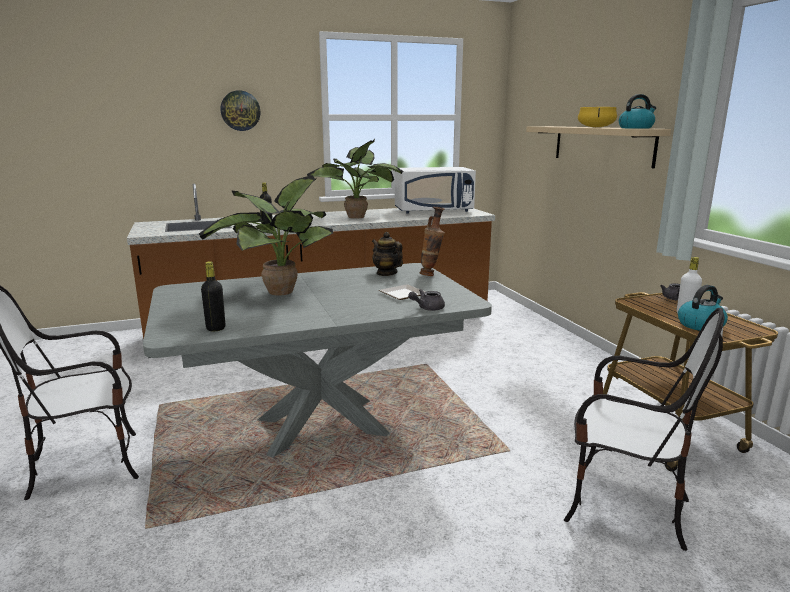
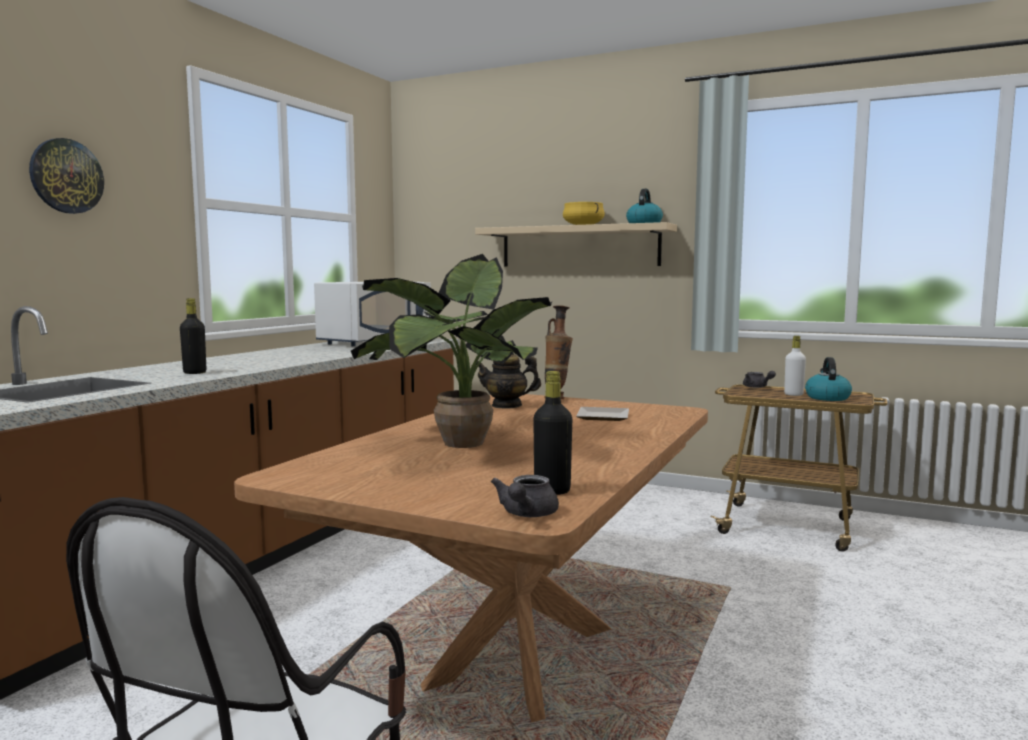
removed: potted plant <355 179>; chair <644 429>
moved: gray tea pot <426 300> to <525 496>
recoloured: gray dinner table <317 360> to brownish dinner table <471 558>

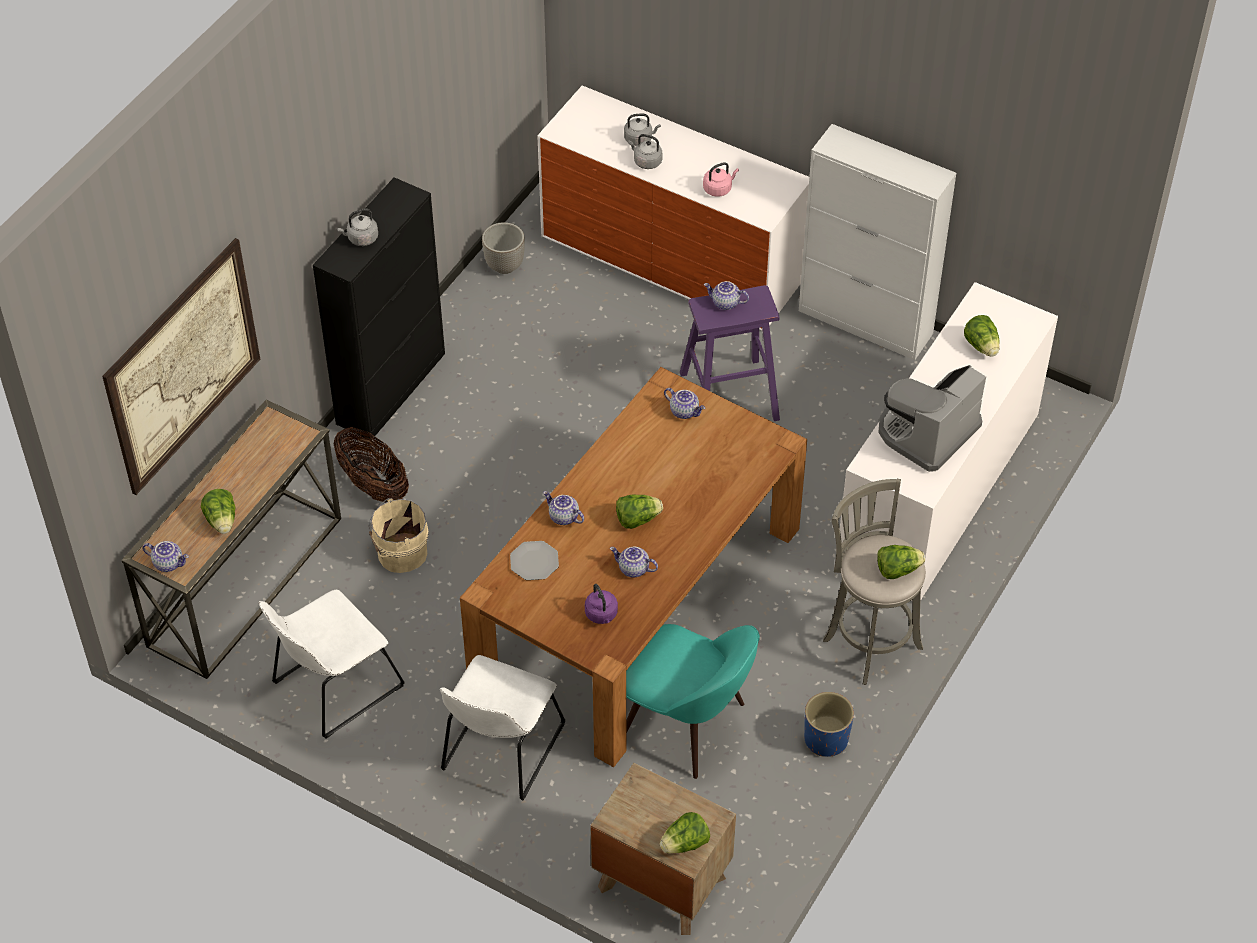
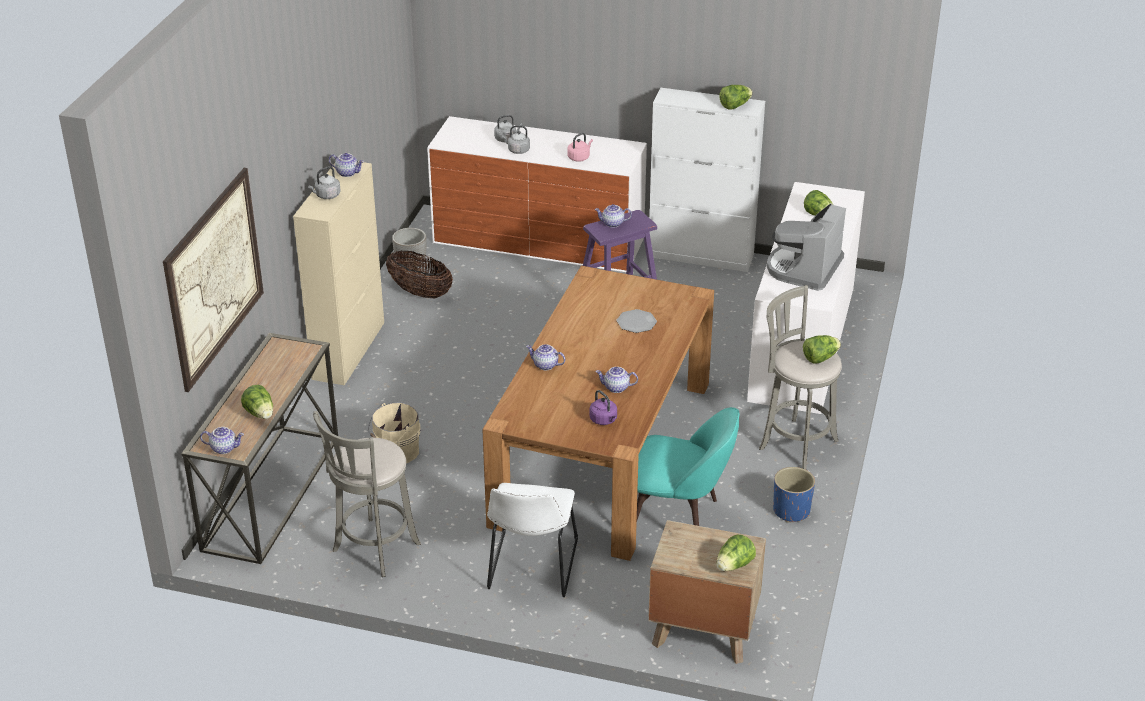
moved: tea pot <684 403> to <346 165>; basket <371 465> to <419 275>; lettuce head <639 511> to <736 97>; dinner plate <534 560> to <637 321>
replaced: white-coloured chair <332 664> to gray sitting stool <367 494>
recoloured: blackish cabinet <379 308> to beige cabinet <338 274>

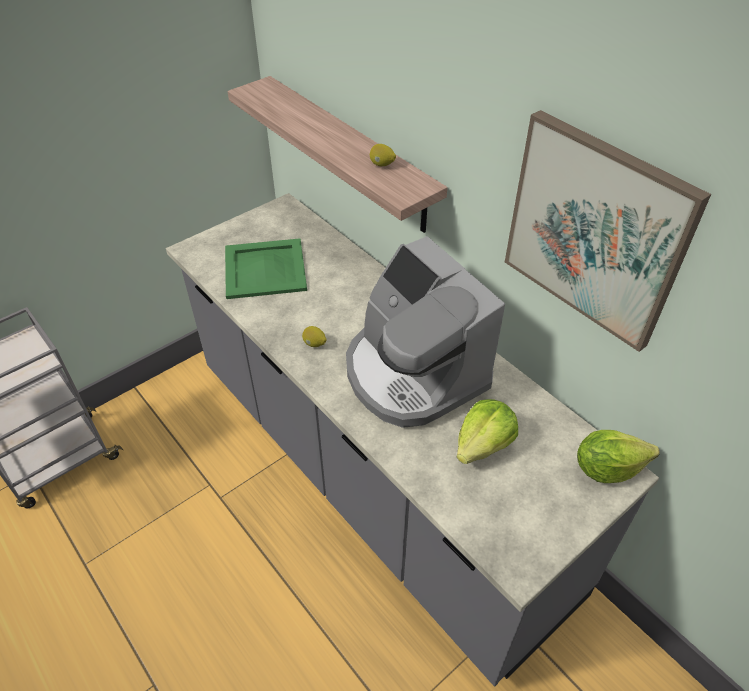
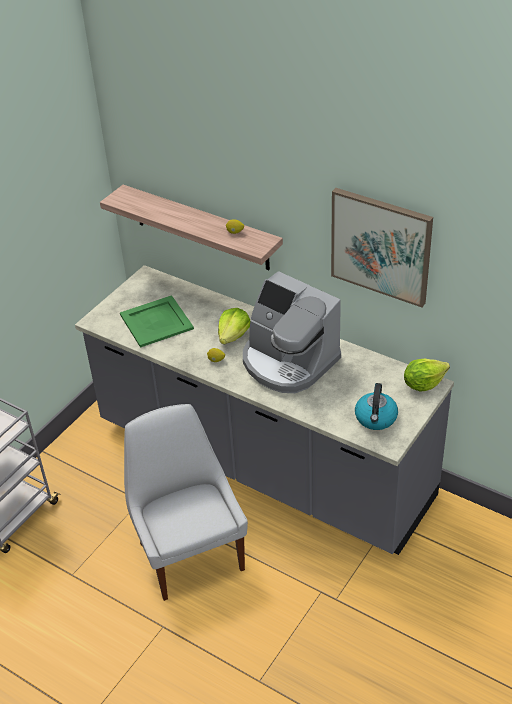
added: kettle <376 406>; white-coloured chair <186 502>
moved: lettuce head <487 431> to <234 326>

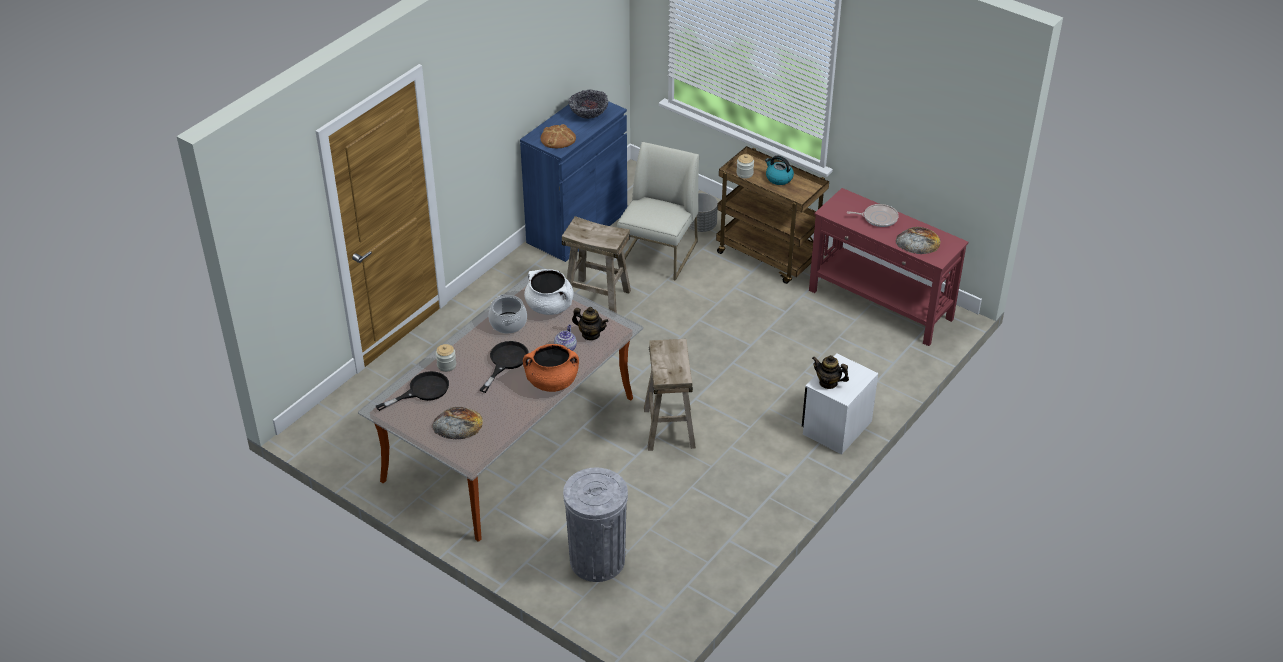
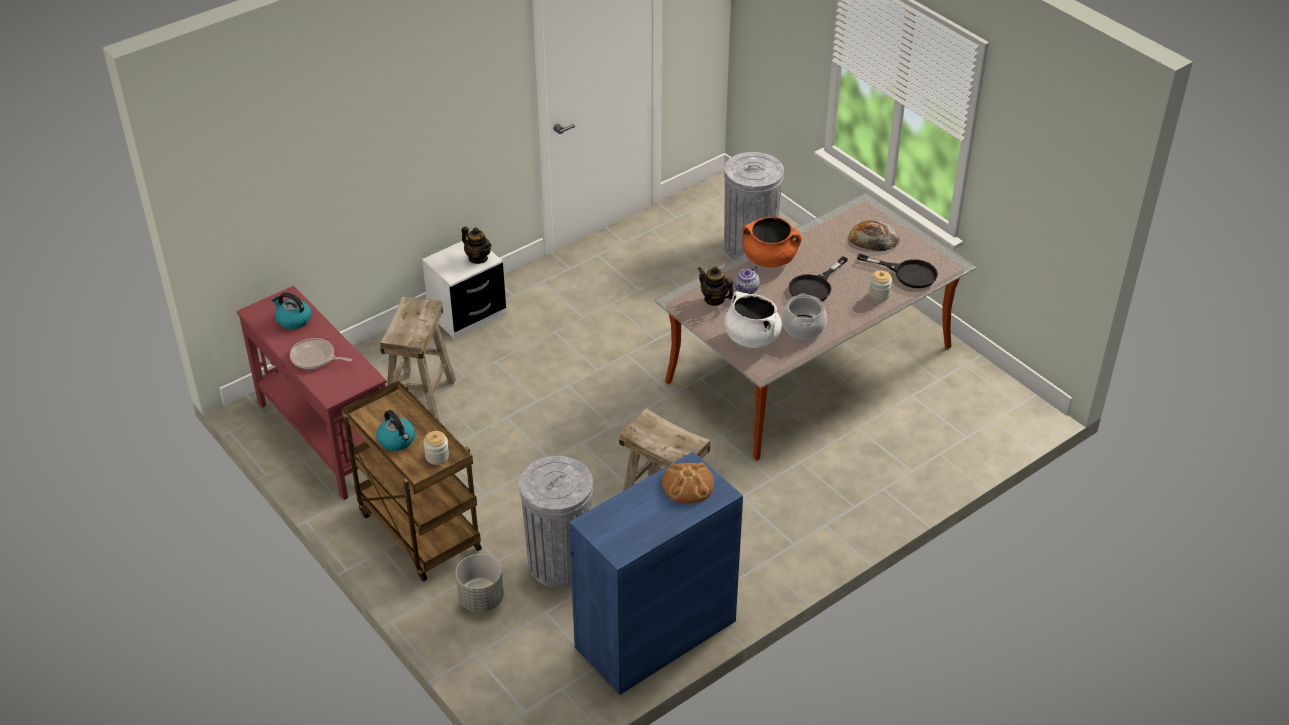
removed: bowl <588 104>
moved: beige sitting stool <670 395> to <418 358>
replaced: white-coloured chair <658 211> to gray rubbish bin <556 522>; bread <918 240> to kettle <291 310>
turned: blackish skillet <412 391> = <897 271> 135 degrees counterclockwise

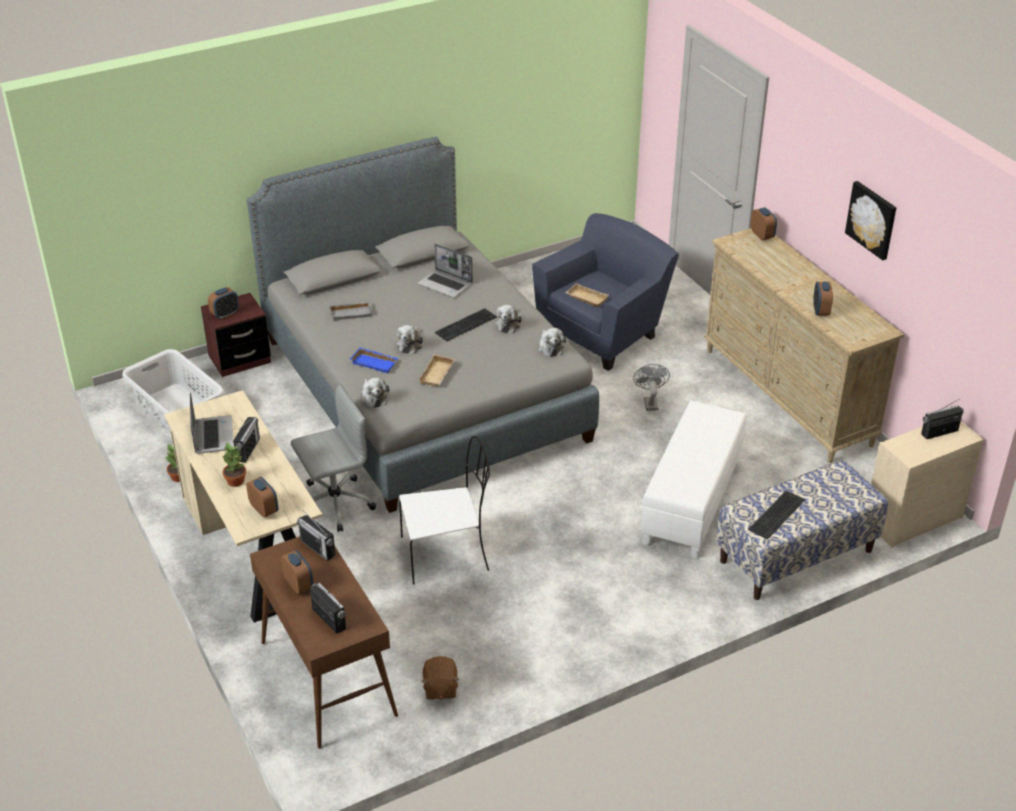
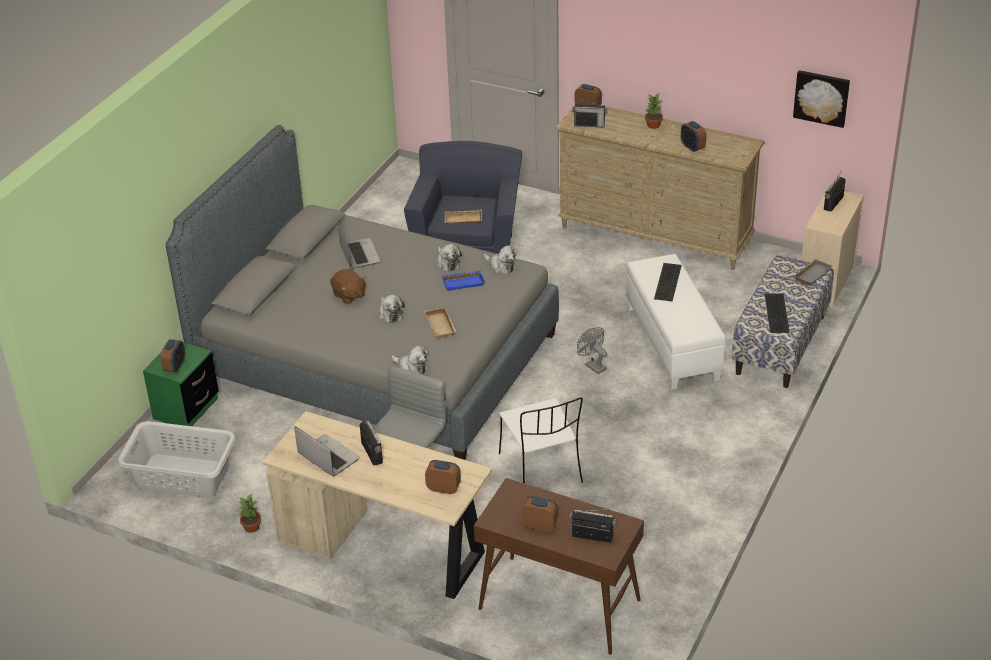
moved: wall art <870 220> to <821 99>; gray serving tray <351 311> to <813 272>; computer keyboard <466 324> to <668 282>; blue-coloured serving tray <374 360> to <463 281>; gray fan <651 387> to <592 350>; potted plant <234 464> to <654 111>; radio set <316 535> to <589 113>; brownish cuddly toy <440 678> to <348 286>
recoloured: brownish nightstand <236 335> to green nightstand <181 382>
turned: laptop <445 271> = <359 244> 105 degrees counterclockwise; white-coloured chair <444 510> = <541 440> 120 degrees clockwise

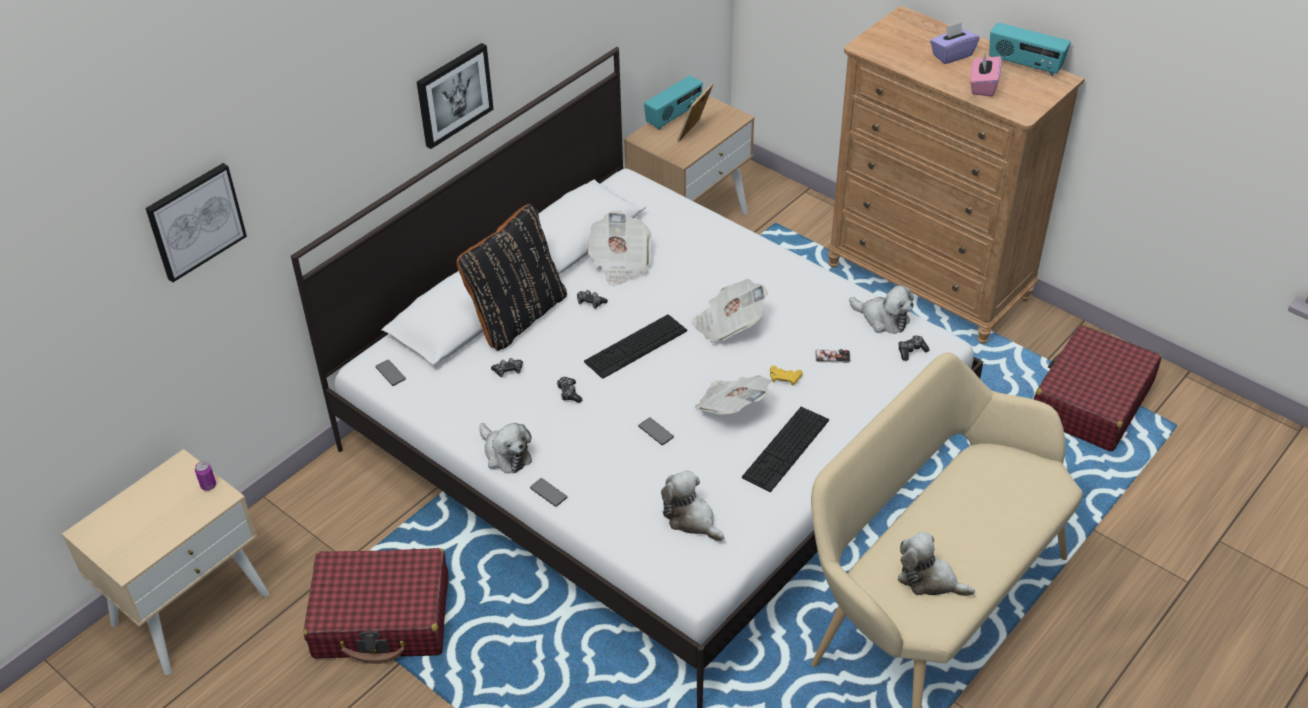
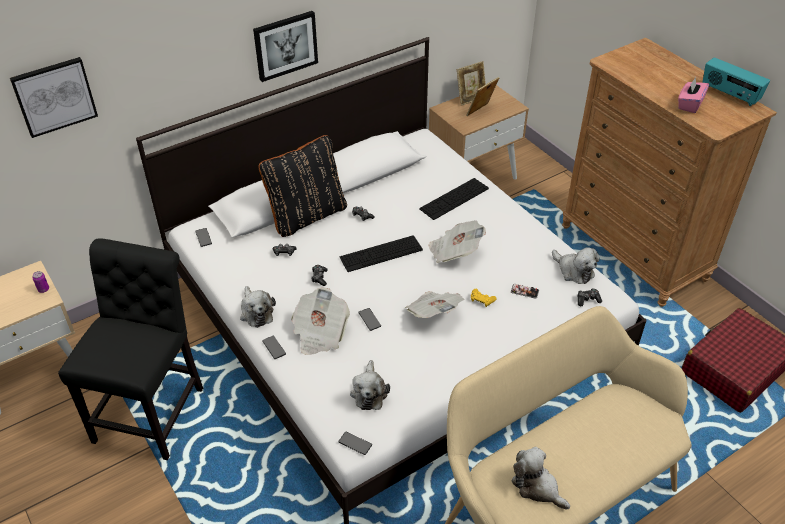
removed: purplish box of tissues <955 43>
added: phone <355 443>
moved: daily paper <618 248> to <320 321>; computer keyboard <785 449> to <454 199>
replaced: radio set <673 103> to standing frame <471 83>; red piece of luggage <375 606> to blackish chair <130 349>
turned: cuddly toy <692 505> = <370 385> 150 degrees counterclockwise

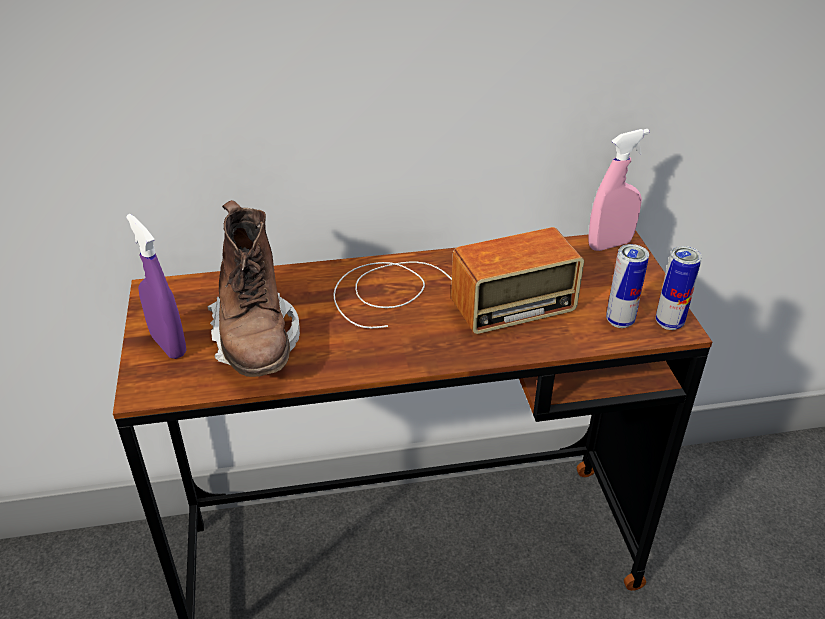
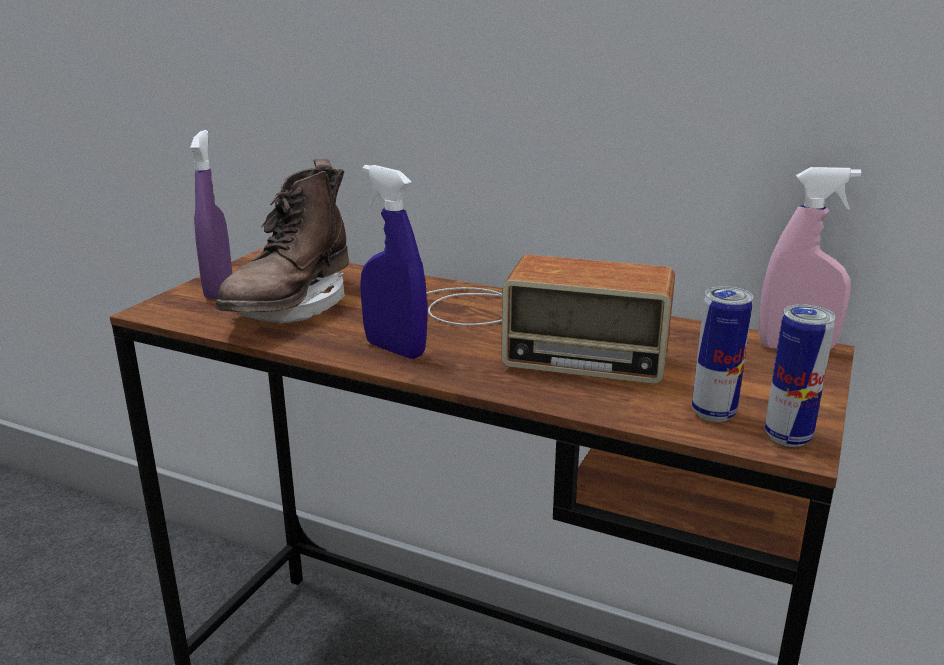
added: blue-coloured sprayer <394 262>

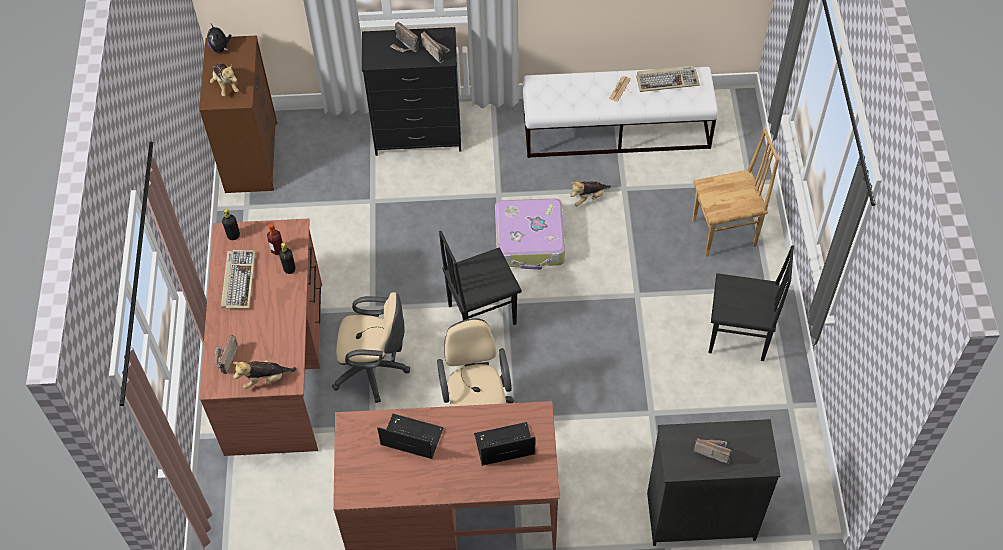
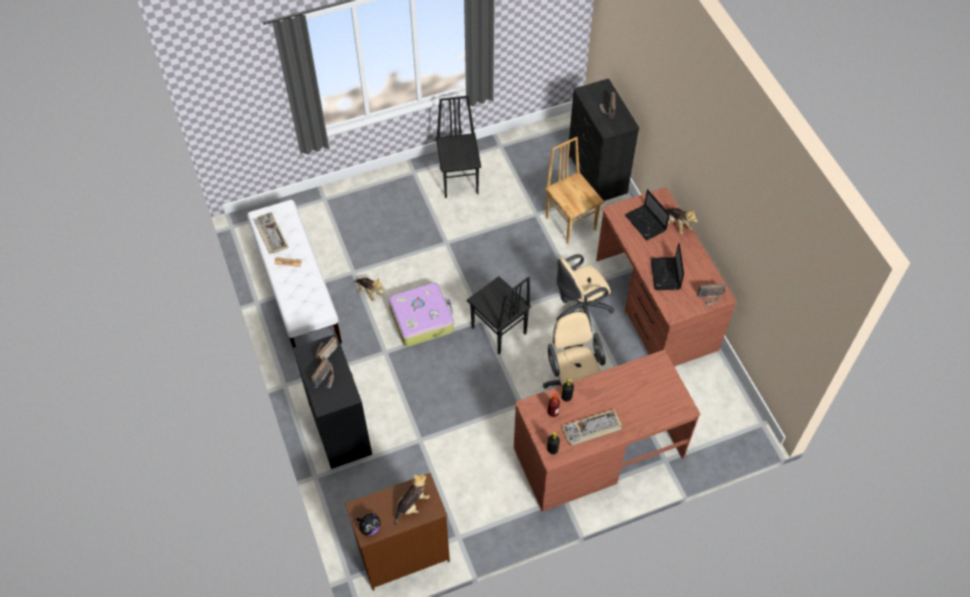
moved: brownish chair <735 193> to <574 190>; radio set <226 354> to <711 294>; cuddly toy <264 374> to <682 221>

